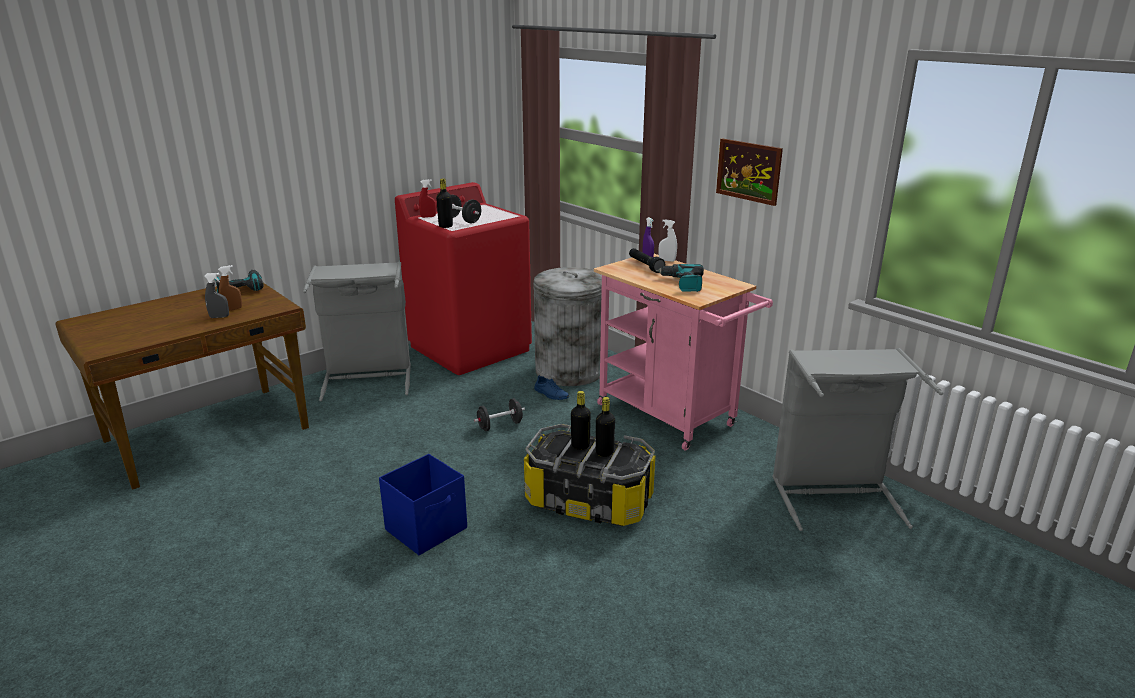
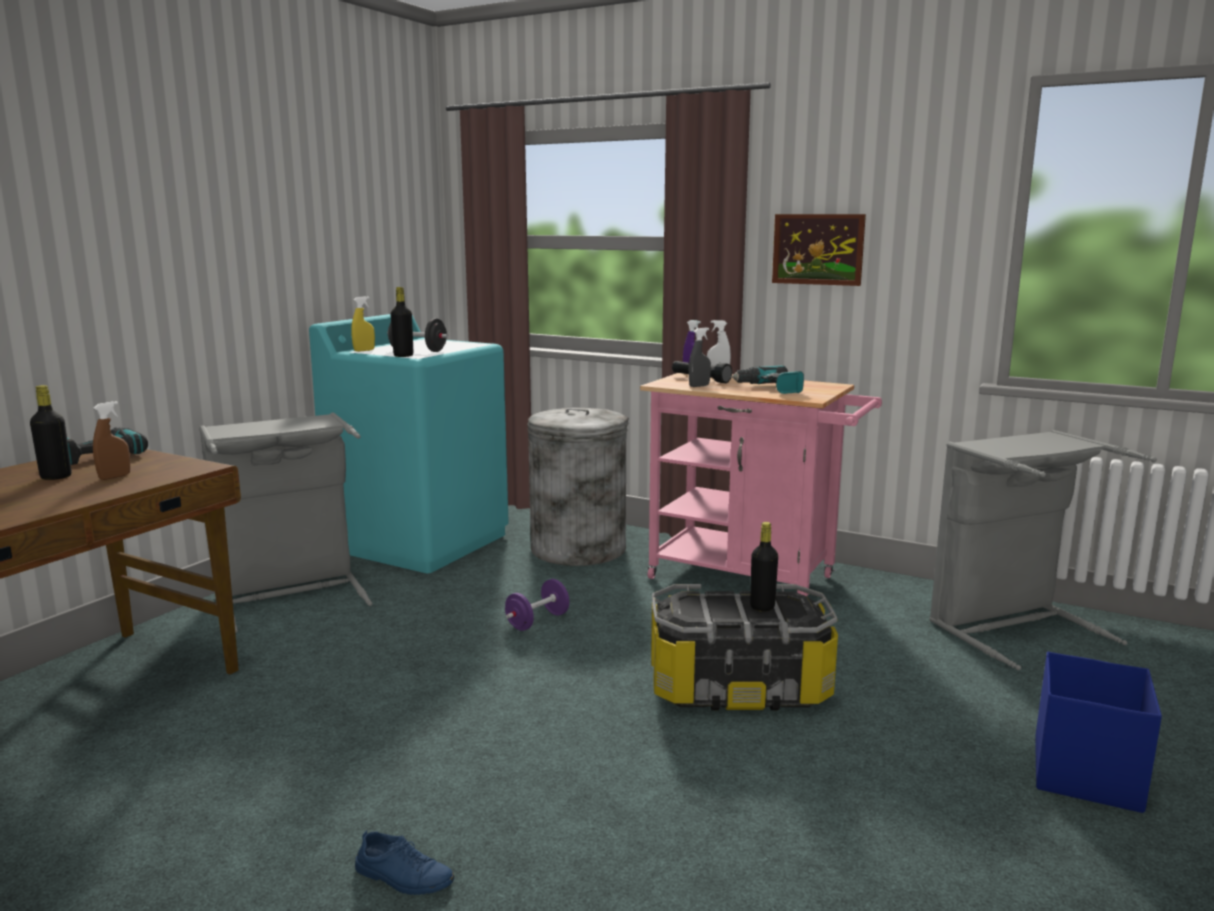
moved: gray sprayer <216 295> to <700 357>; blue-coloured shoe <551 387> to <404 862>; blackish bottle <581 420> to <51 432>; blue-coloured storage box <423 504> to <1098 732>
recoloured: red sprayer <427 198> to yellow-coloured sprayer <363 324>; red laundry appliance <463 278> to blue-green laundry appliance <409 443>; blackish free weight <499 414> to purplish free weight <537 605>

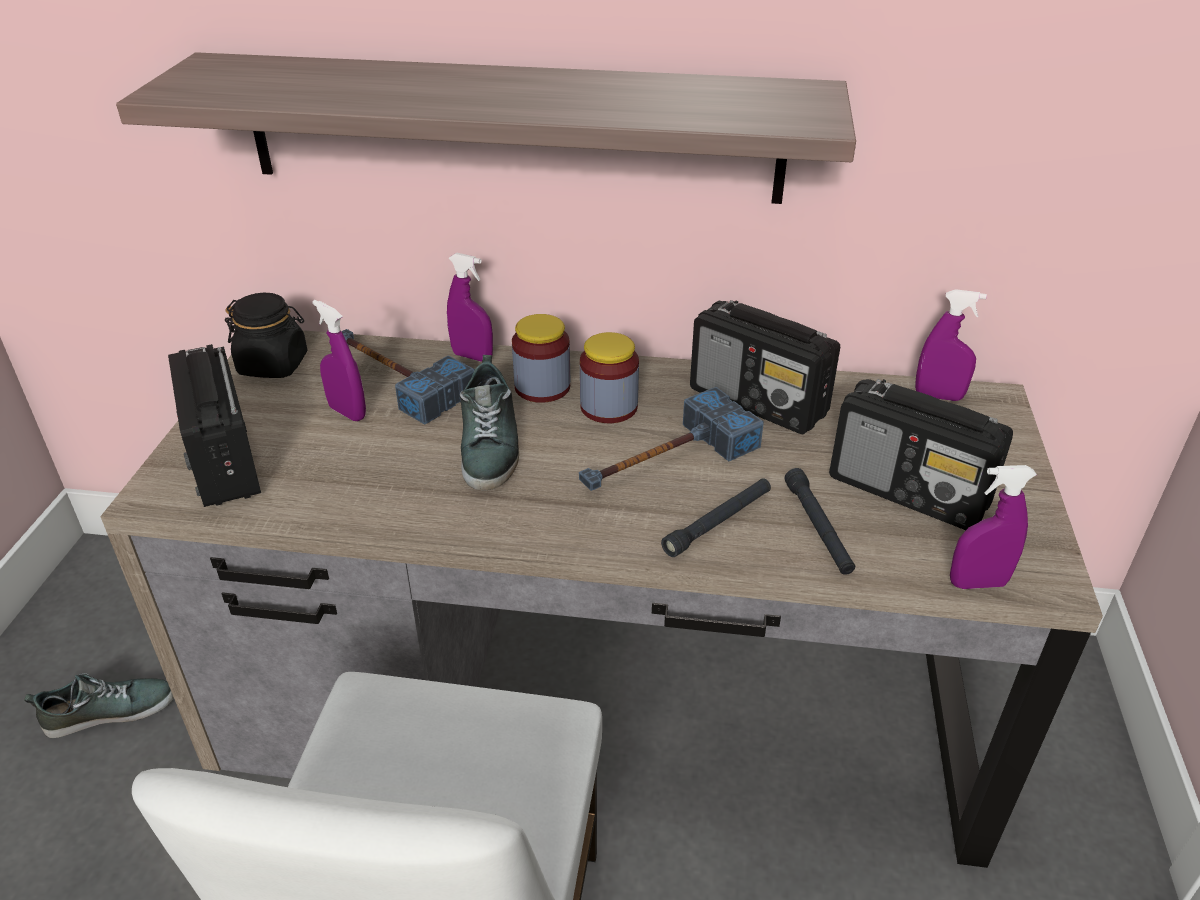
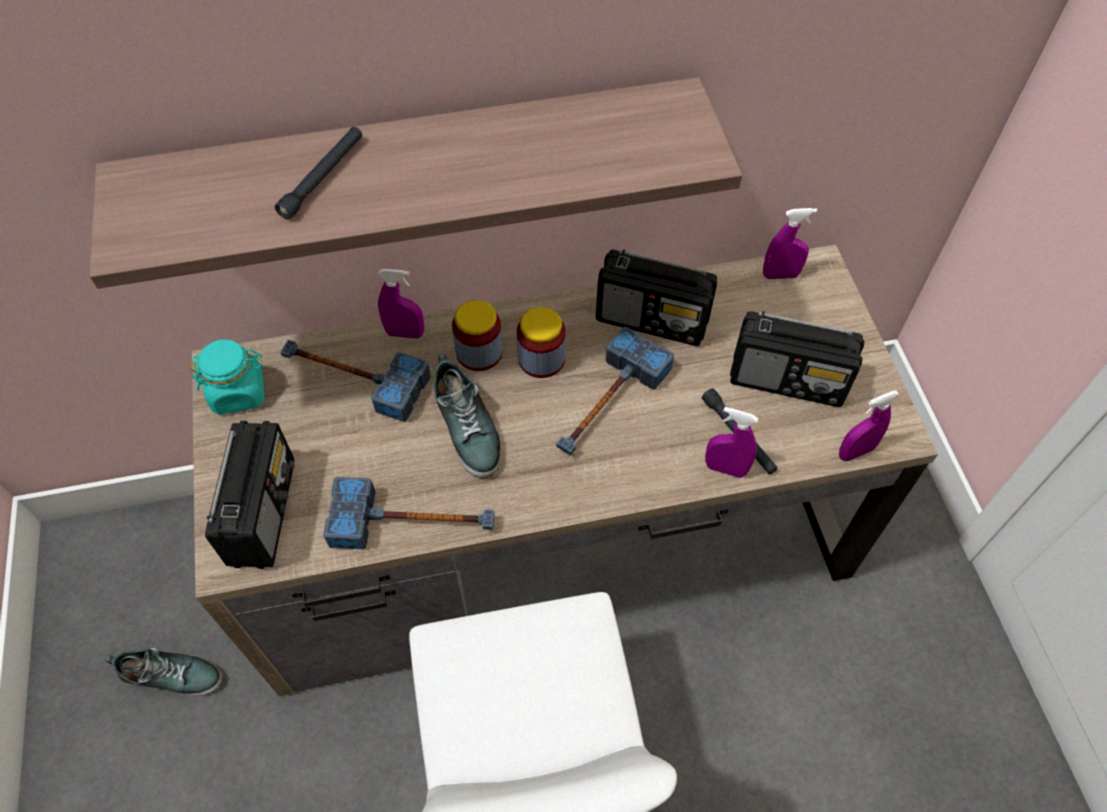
added: hammer <409 513>
moved: purplish sprayer <339 360> to <731 442>; blackish flashlight <716 517> to <318 173>
recoloured: blackish jar <266 335> to blue-green jar <227 377>
turned: radio set <214 425> = <249 494> 135 degrees counterclockwise; shoe <99 705> = <163 672> 45 degrees clockwise

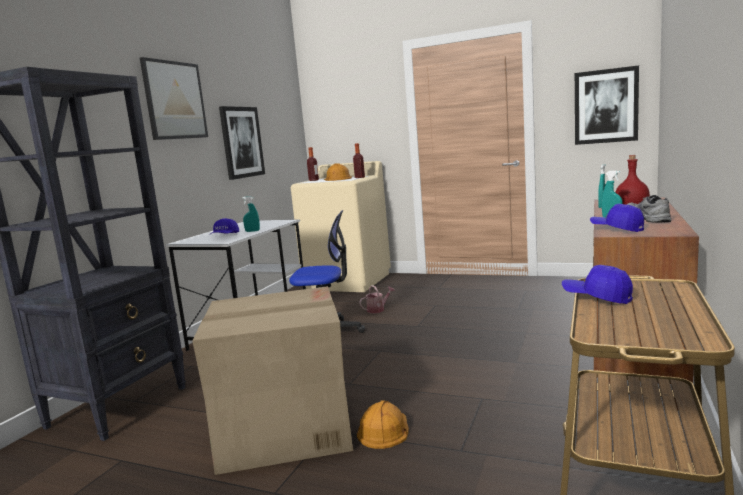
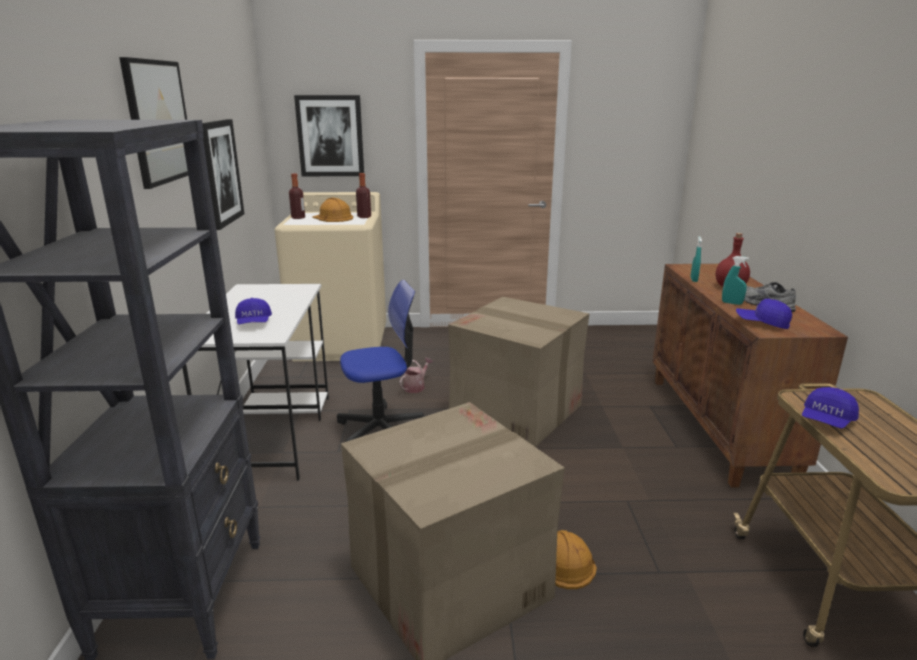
removed: blue-green sprayer <251 214>
added: carton <518 372>
moved: wall art <607 105> to <329 135>
turned: blue-coloured peaked cap <597 284> = <830 408> 60 degrees counterclockwise

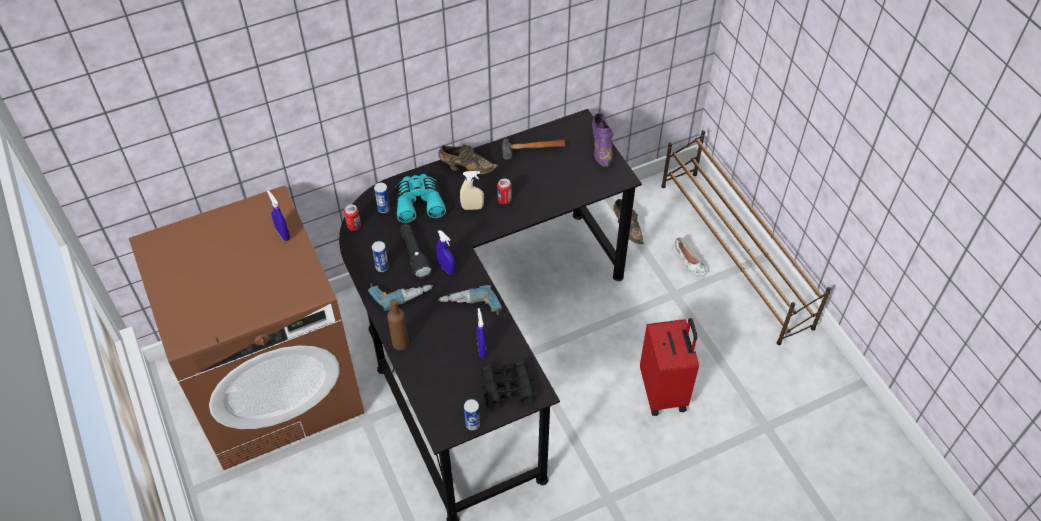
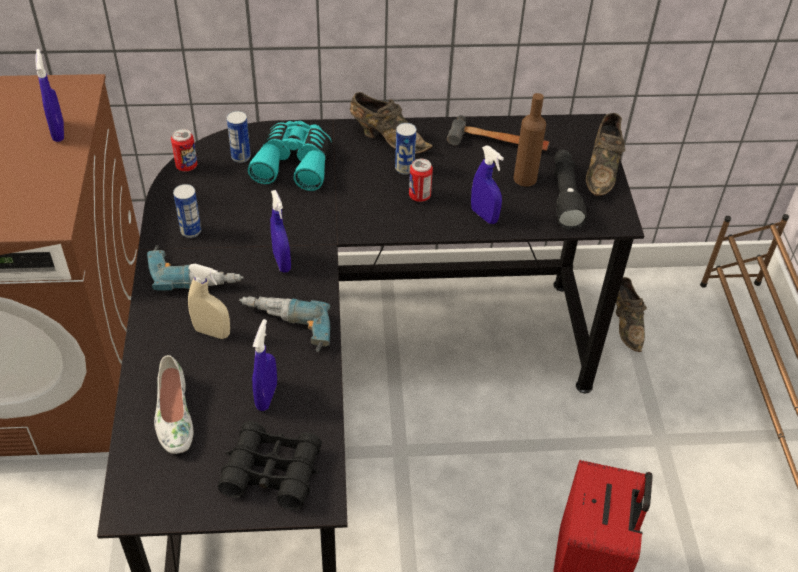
added: blue-coloured sprayer <487 185>
moved: beige sprayer <472 190> to <209 301>; blackish flashlight <416 251> to <570 189>; white-coloured shoe <690 256> to <173 404>; brownish bottle <398 324> to <530 140>; sealed can <472 415> to <405 149>
recoloured: purplish shoe <603 139> to brownish shoe <605 154>

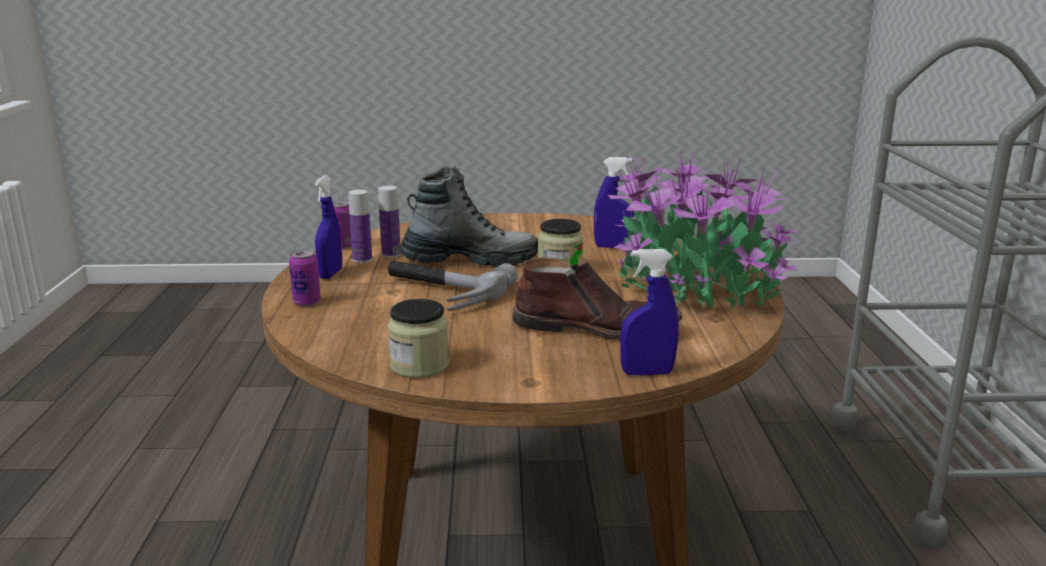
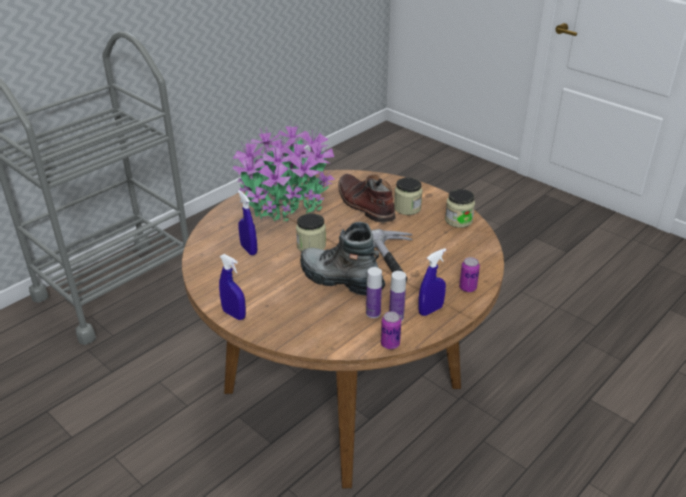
added: jar <408 196>
moved: blue-coloured sprayer <649 312> to <232 287>

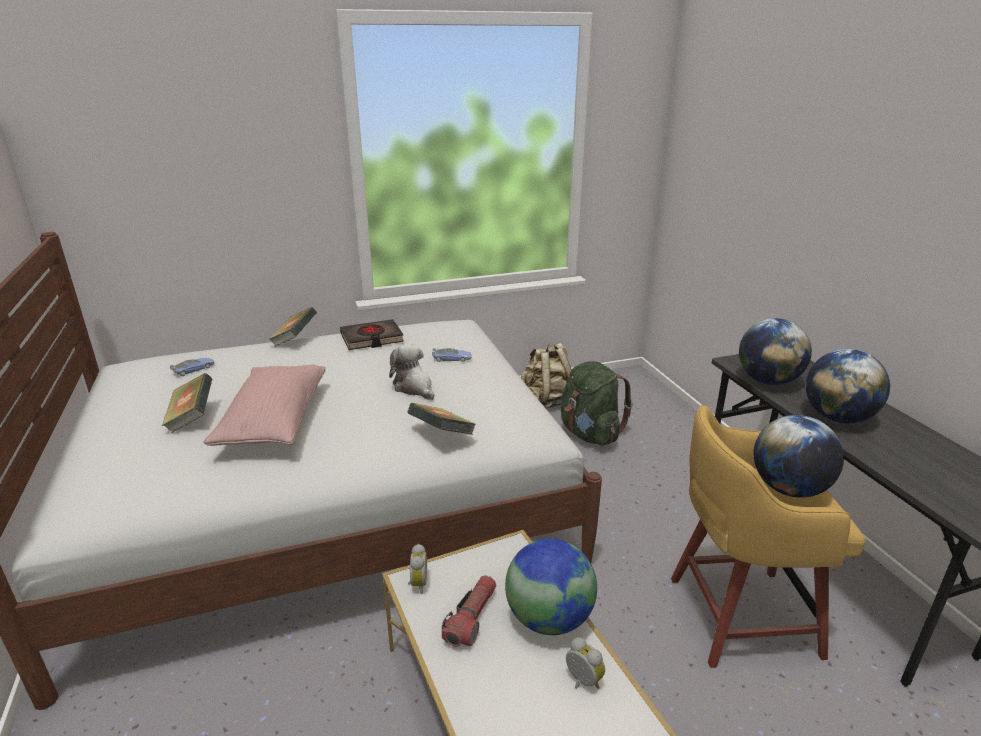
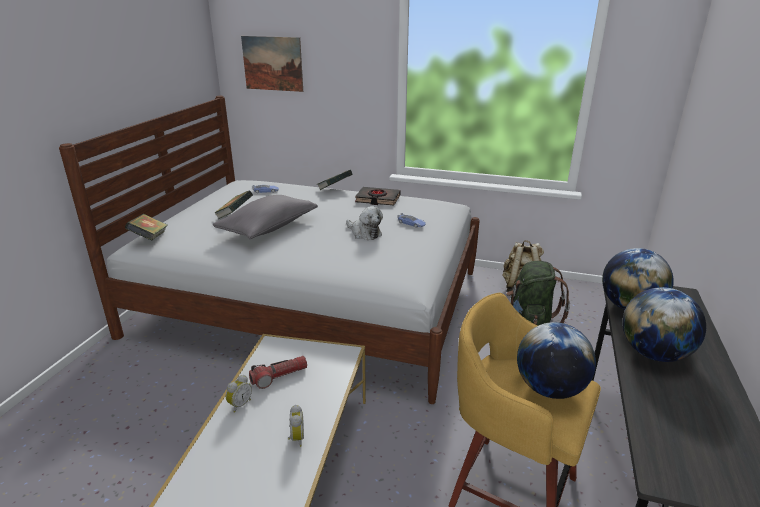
removed: desk globe <551 587>
added: wall art <272 64>
moved: volume <441 419> to <146 227>; alarm clock <417 569> to <239 394>
recoloured: pinkish throw pillow <264 405> to gray throw pillow <265 217>
turned: cuddly toy <411 372> = <364 223> 135 degrees clockwise

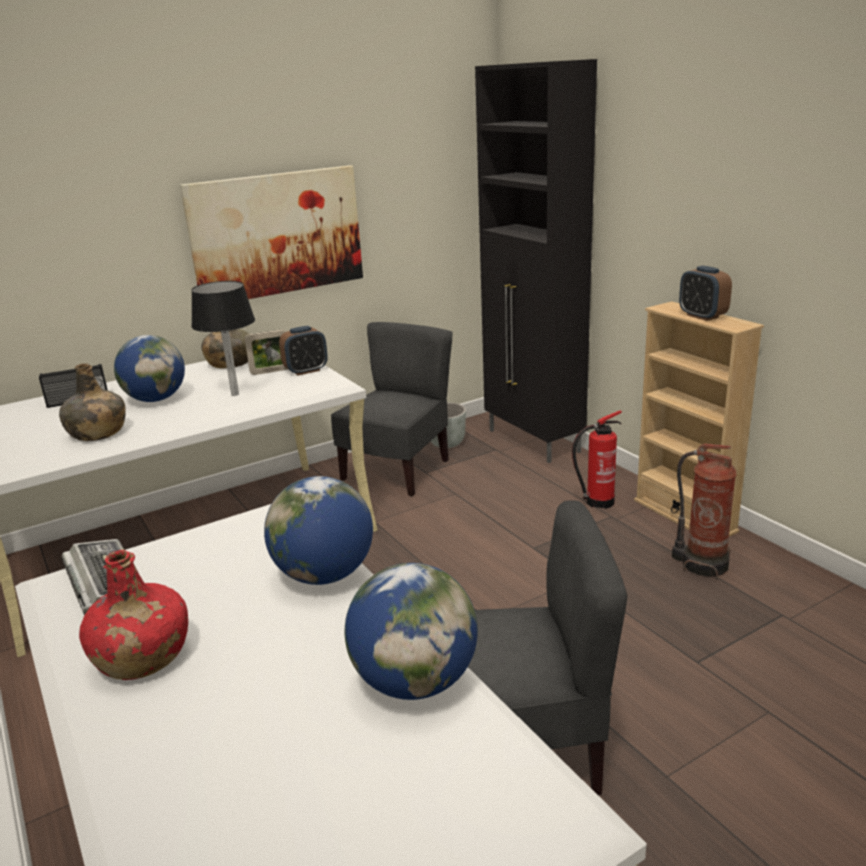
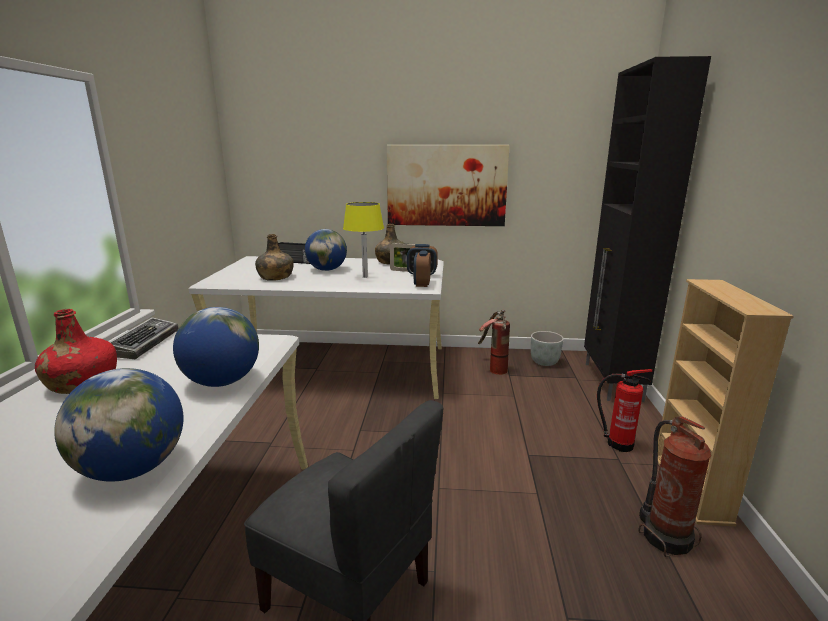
moved: alarm clock <705 293> to <422 269>
replaced: gray chair <391 409> to fire-fighting cylinder <494 342>
recoloured: blackish lamp for a table <223 338> to yellow-coloured lamp for a table <363 240>

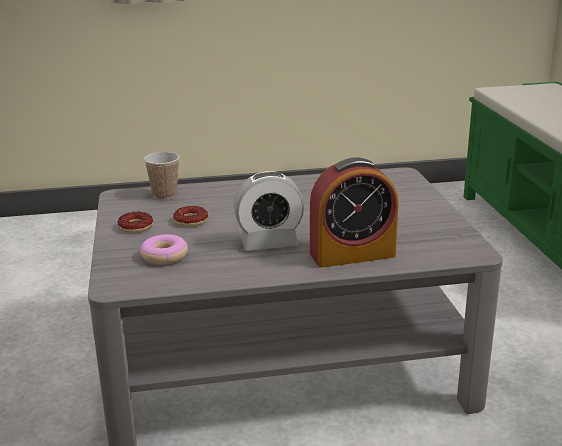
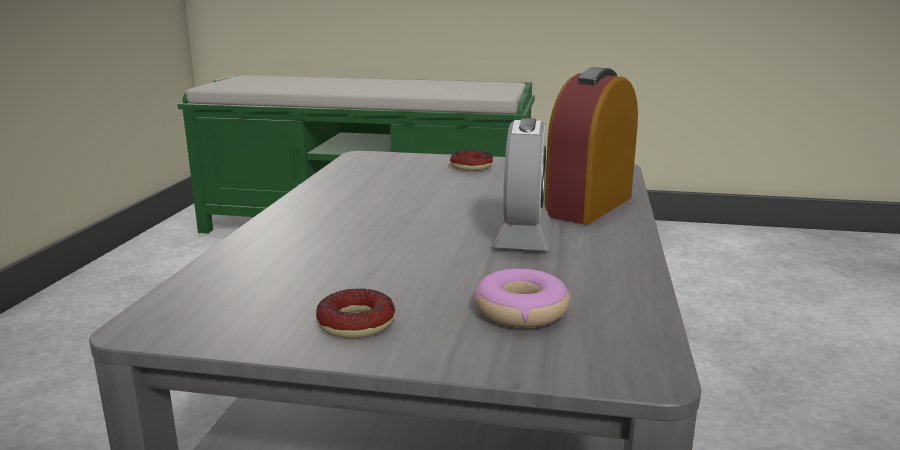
removed: cup <162 176>
moved: ring doughnut <190 216> to <471 160>
turned: alarm clock <354 213> = <591 146> 150 degrees counterclockwise

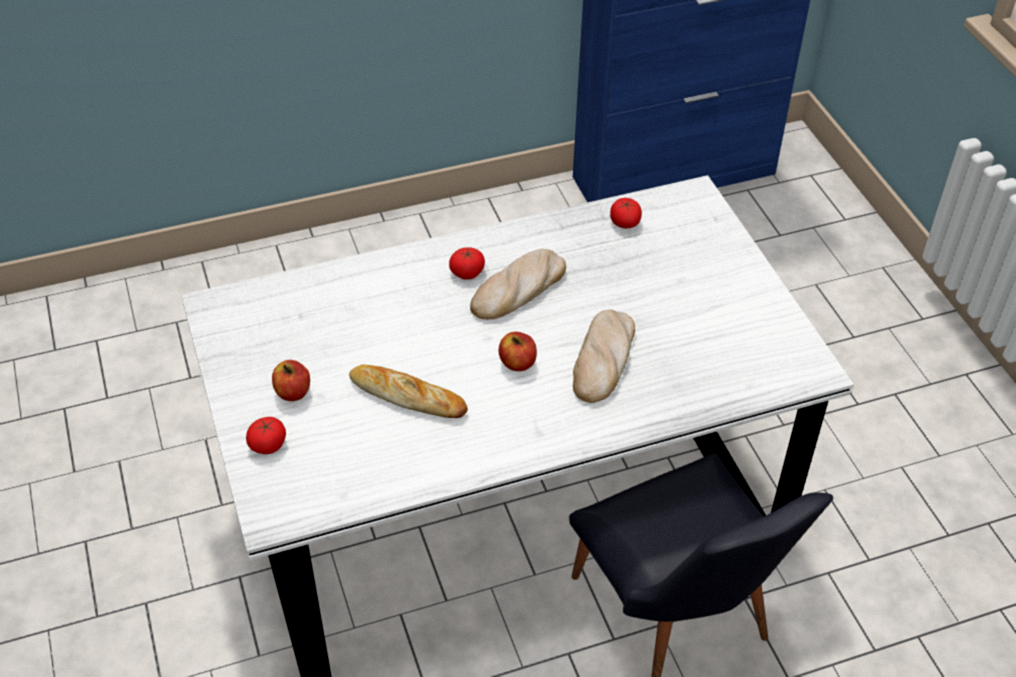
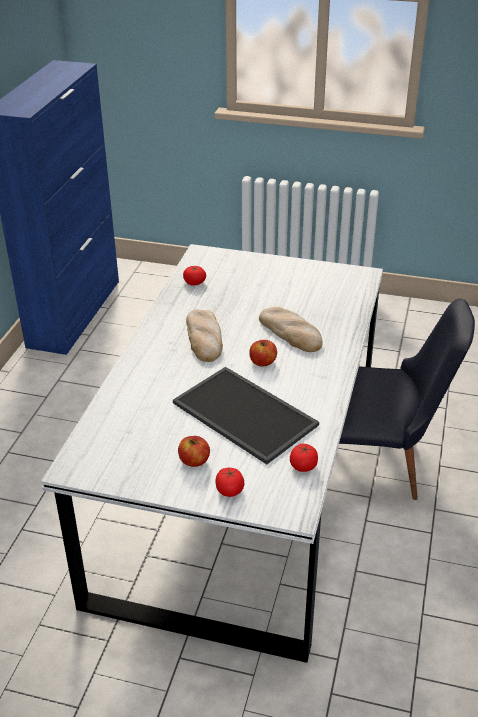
moved: tomato <467 263> to <304 458>
replaced: bread <408 391> to serving tray <246 415>

